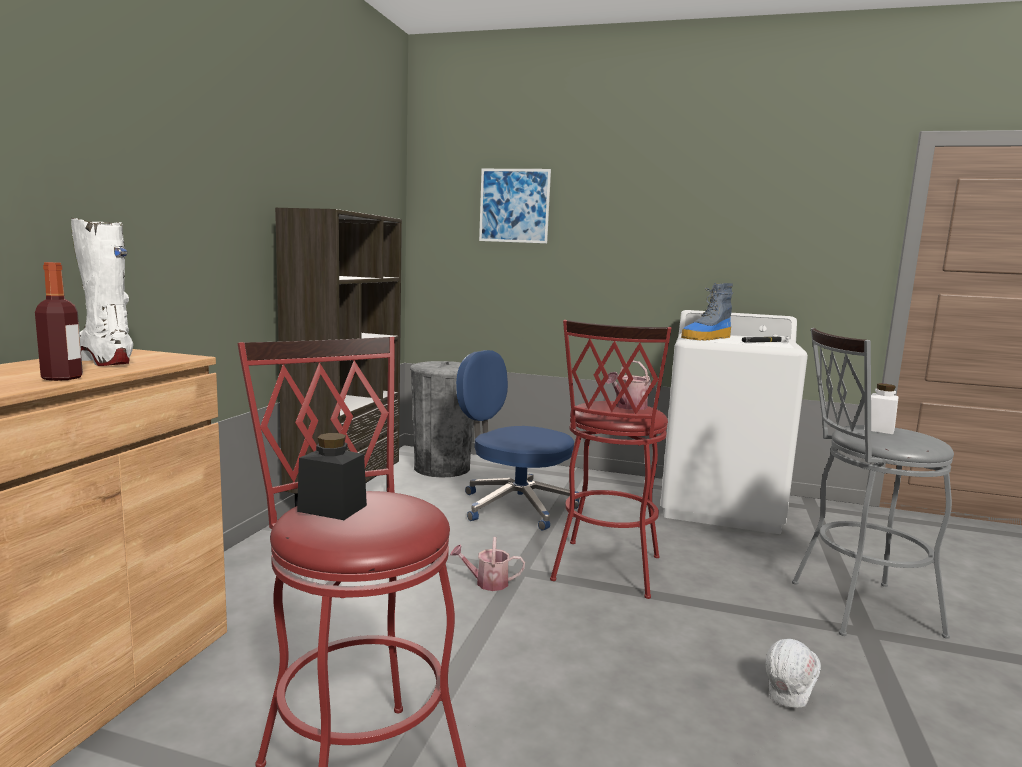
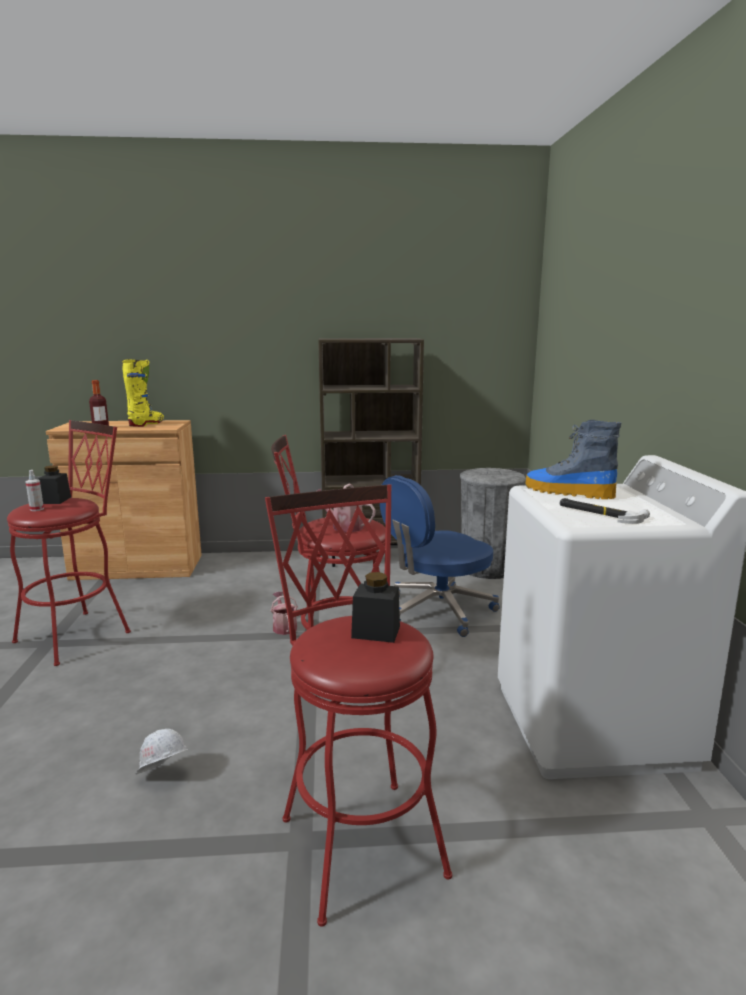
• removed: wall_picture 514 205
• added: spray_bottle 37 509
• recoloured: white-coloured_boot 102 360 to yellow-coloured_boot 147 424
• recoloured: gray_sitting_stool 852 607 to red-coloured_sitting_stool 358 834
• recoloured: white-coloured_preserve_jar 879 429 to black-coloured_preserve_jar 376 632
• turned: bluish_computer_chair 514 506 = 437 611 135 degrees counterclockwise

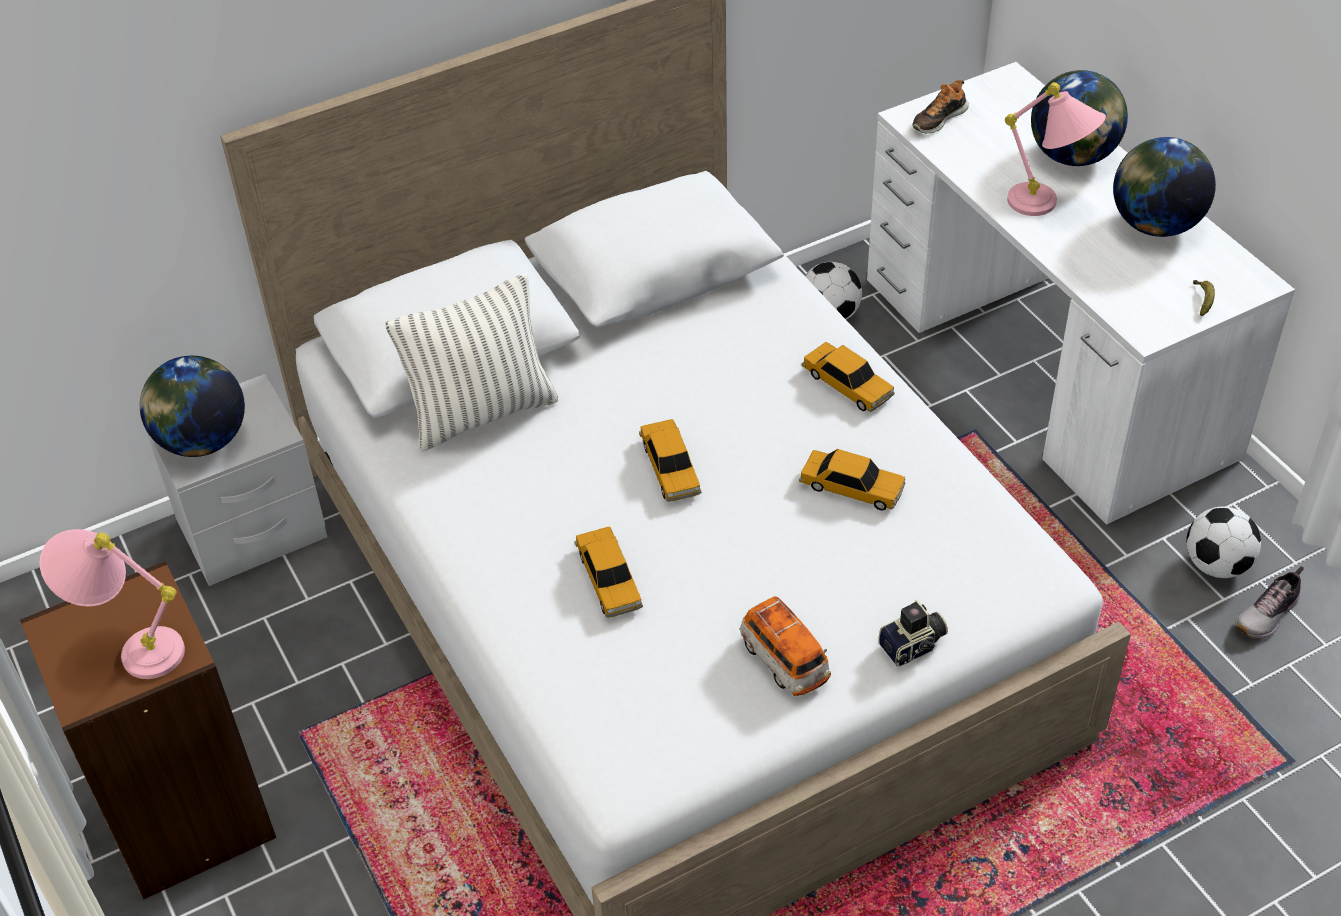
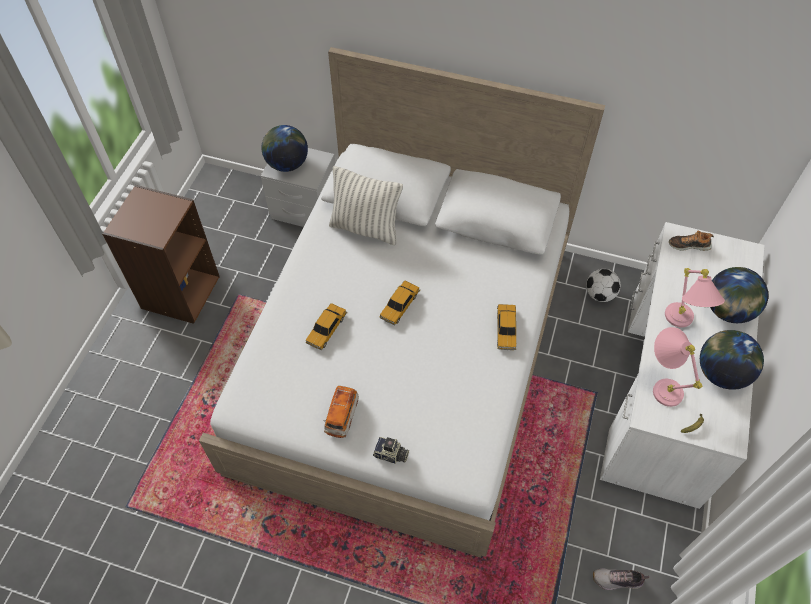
• removed: model_car 852 487
• removed: football 1216 565
• moved: pinkish_tabletop_lamp 132 649 to 660 384

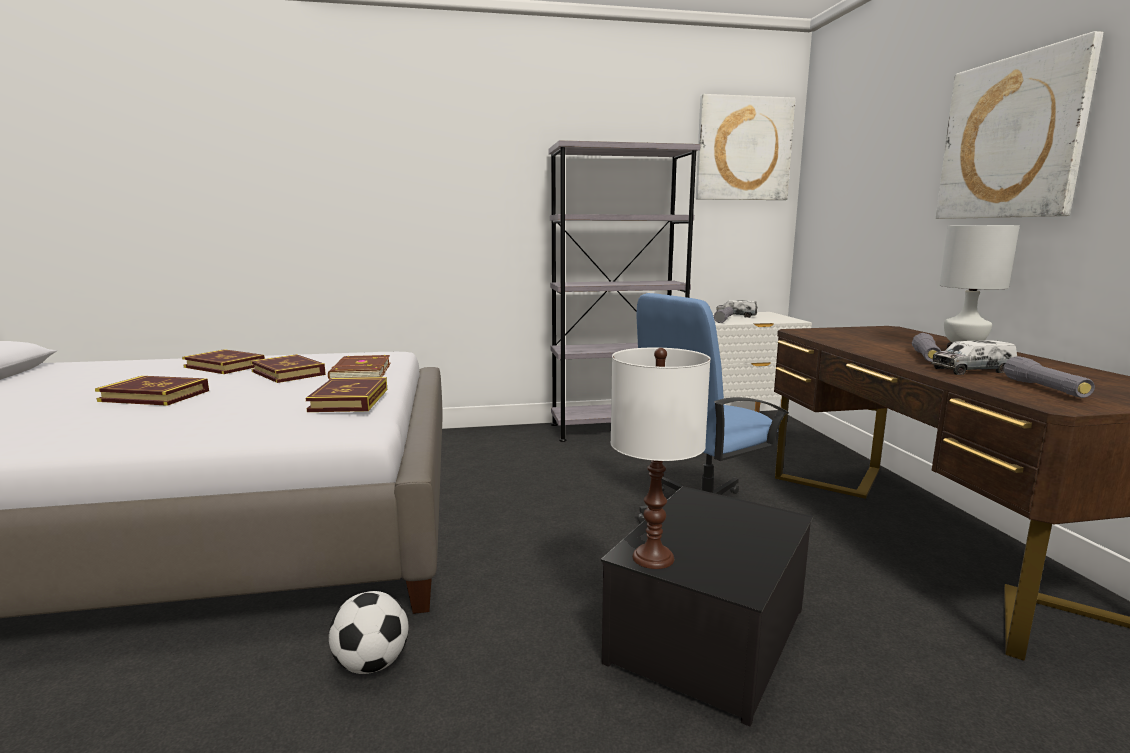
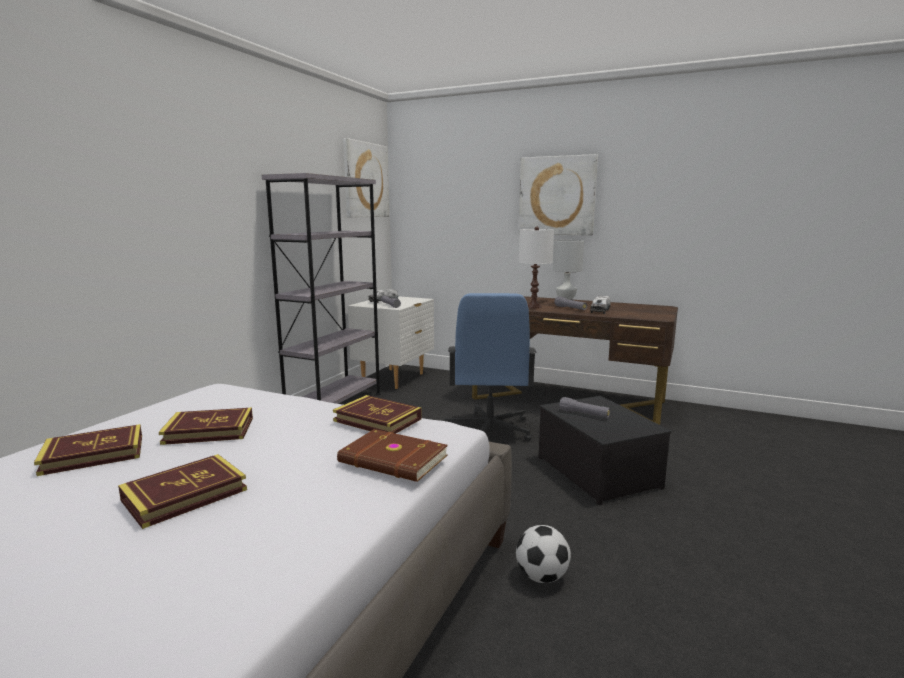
• moved: brown_volume 359 371 to 393 460
• moved: white-coloured_tabletop_lamp 652 558 to 533 307
• moved: gray_torch 1044 389 to 584 414

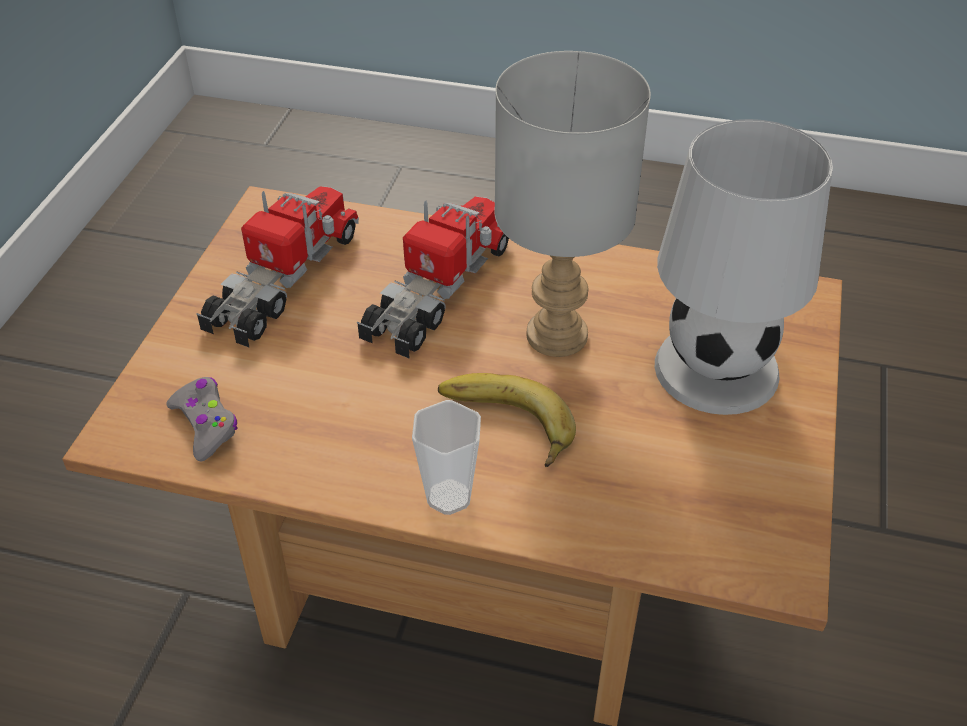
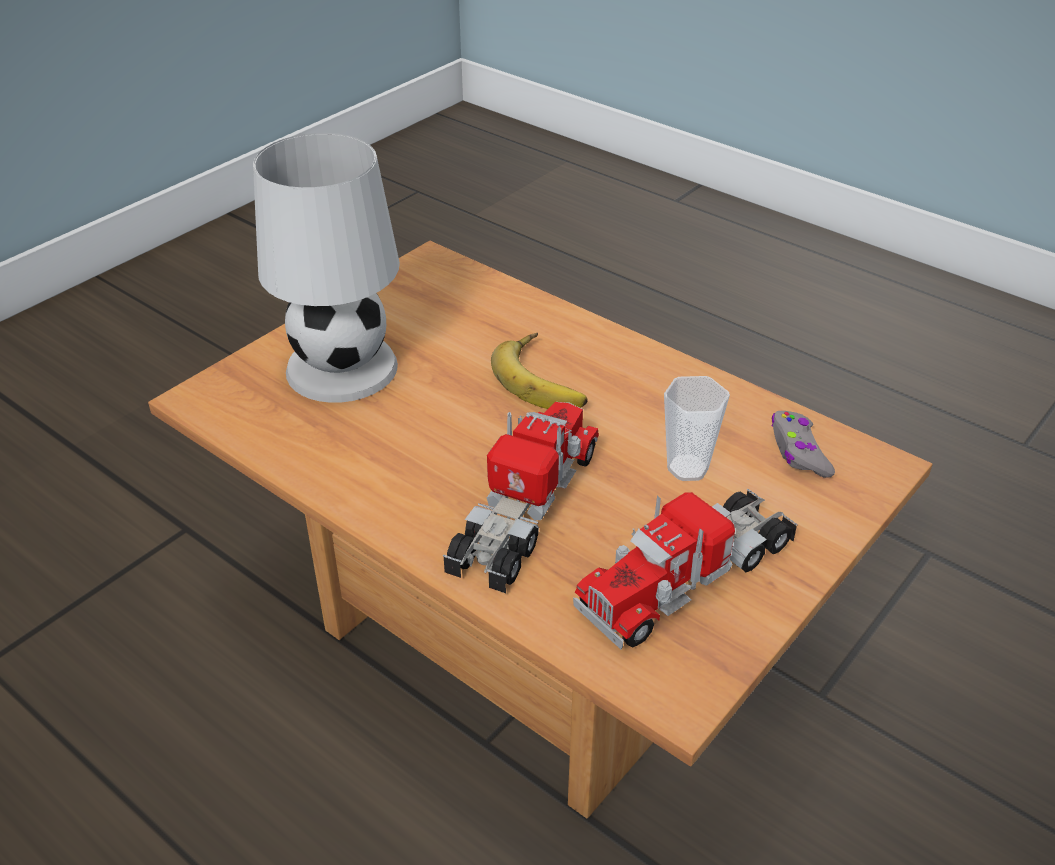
• removed: gray_tabletop_lamp 559 336
• moved: small_cup 449 497 to 687 468
• turned: toy_lorry 438 290 = 525 509 150 degrees clockwise

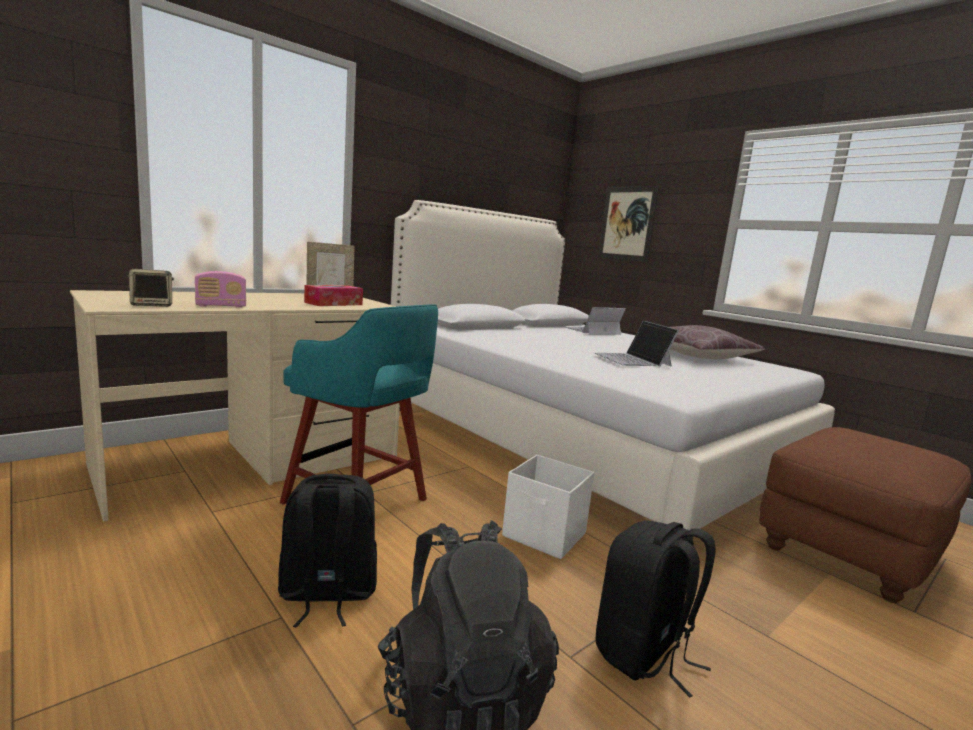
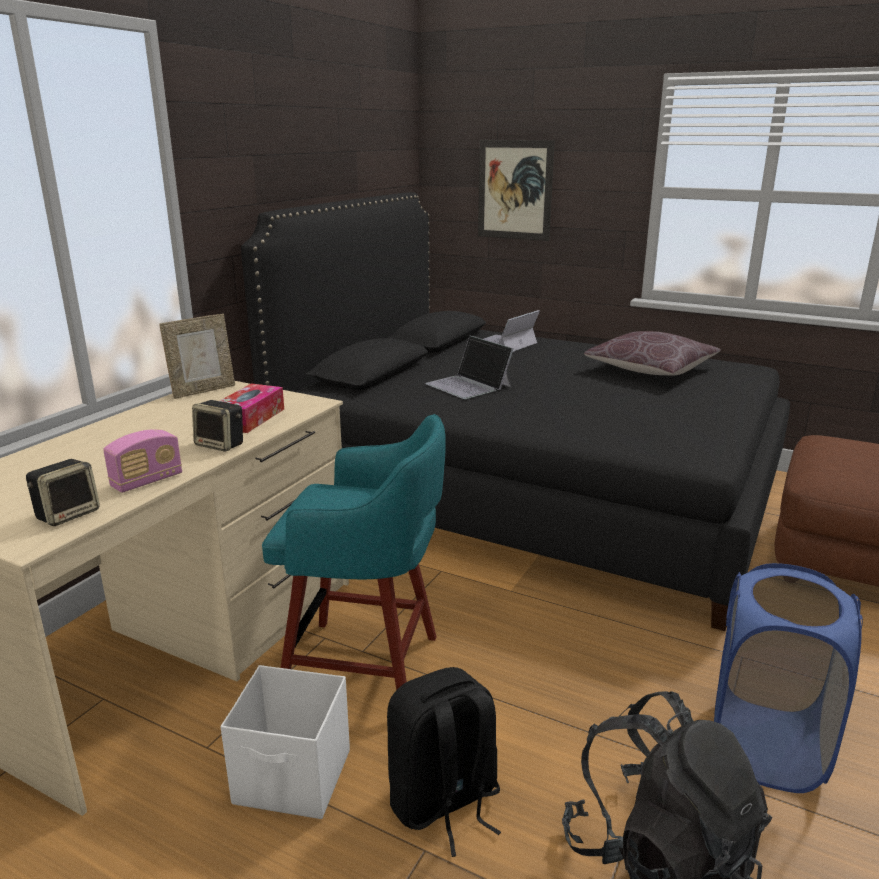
• added: speaker 221 445
• moved: white-coloured_storage_bin 545 535 to 294 778
• moved: laptop 632 359 to 469 385
• replaced: black-coloured_knapsack 643 653 to bluish_washing_basket 765 746
• recoloured: white-coloured_bedroom_bed 581 441 to black-coloured_bedroom_bed 529 492

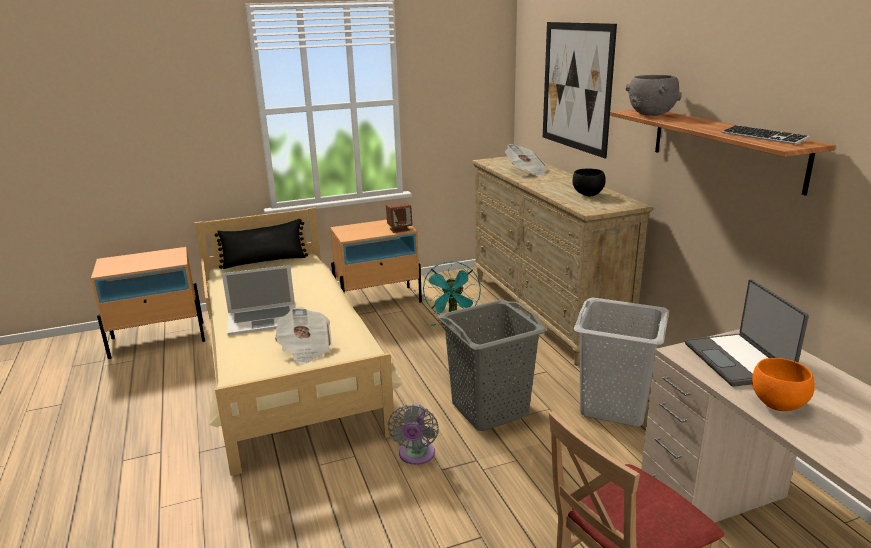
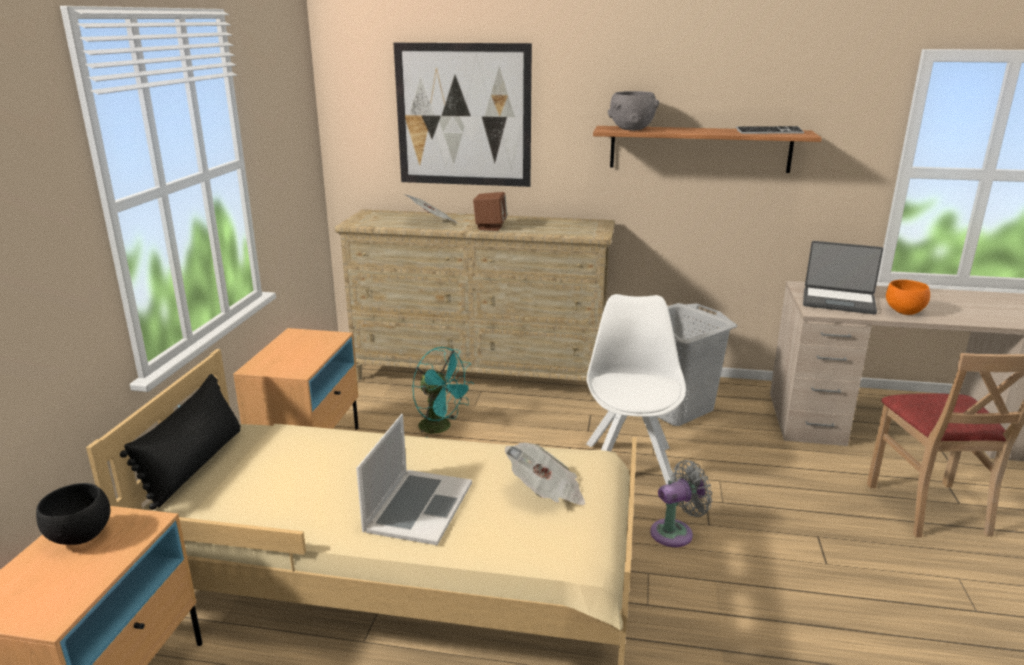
• moved: brown_speaker 399 229 to 490 227
• moved: black-coloured_deep_dish 588 194 to 81 537
• replaced: gray_washing_basket 490 409 to white-coloured_upright_chair 629 465
• turned: gray_fan 416 455 = 675 532 60 degrees counterclockwise

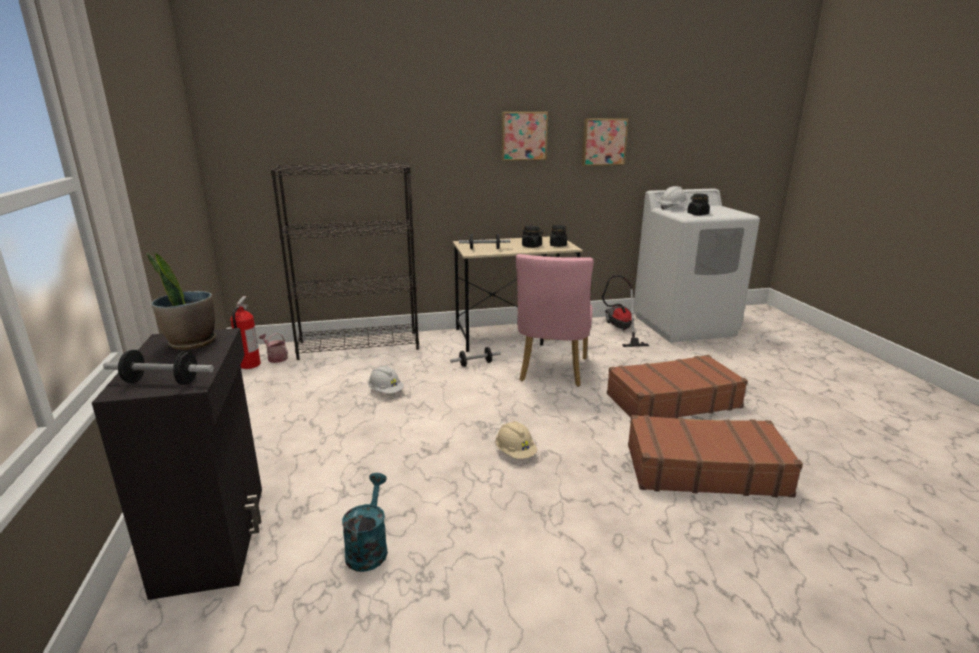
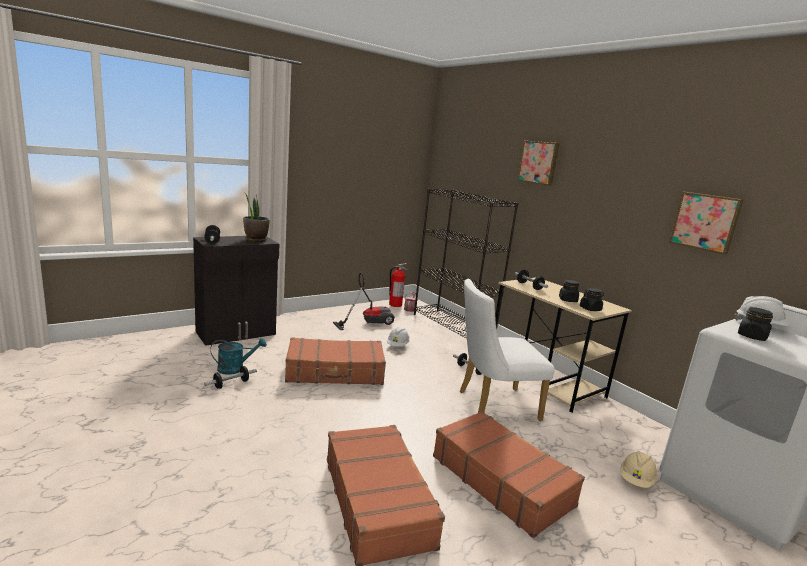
• added: hand_weight 231 384
• added: brown_suitcase 335 372
• moved: beige-coloured_work_helmet 515 453 to 636 480
• moved: wall_picture 523 136 to 539 162
• moved: vacuum_cleaner 620 330 to 368 322
• recoloured: pinkish_upright_chair 552 372 to white-coloured_upright_chair 492 405

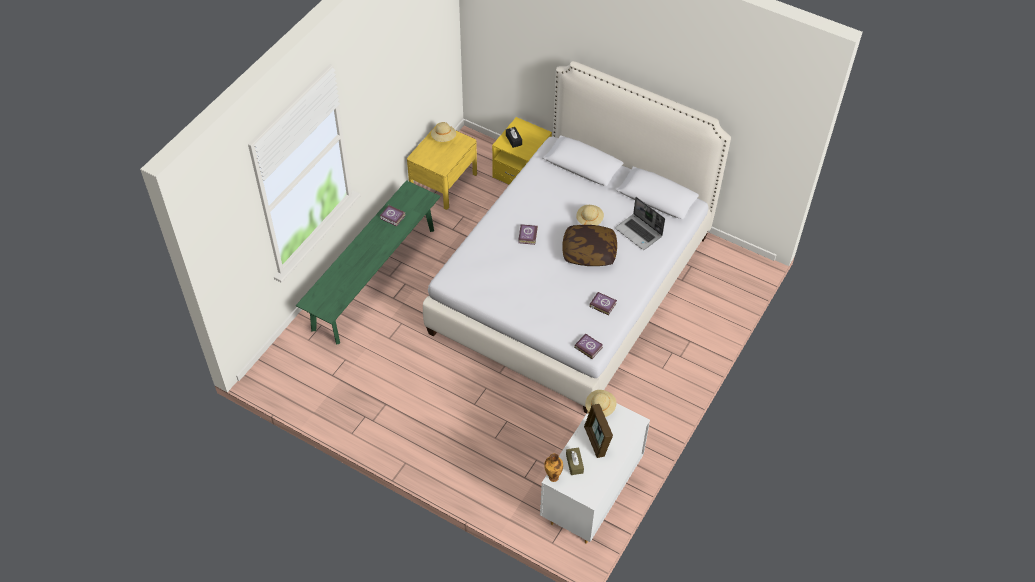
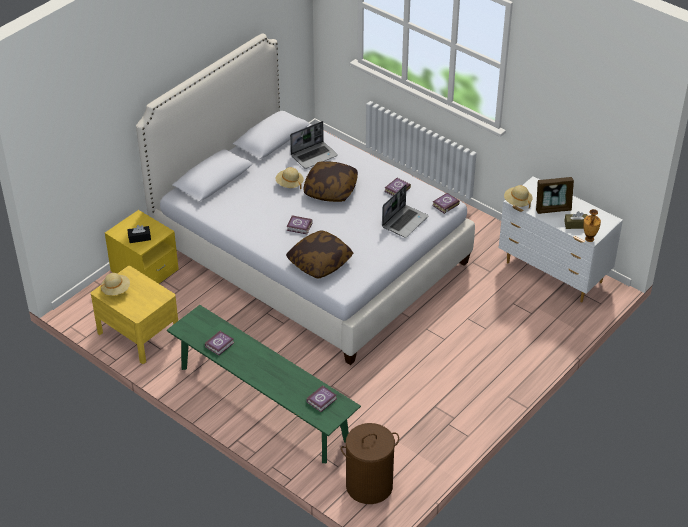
• added: pillow 320 262
• added: volume 322 400
• added: brown_washing_basket 369 486
• added: laptop 405 221

